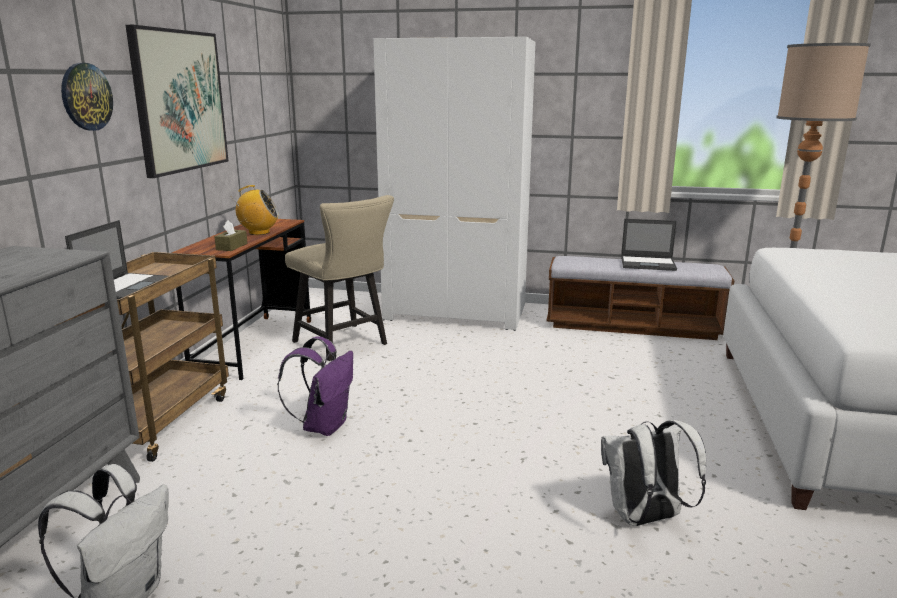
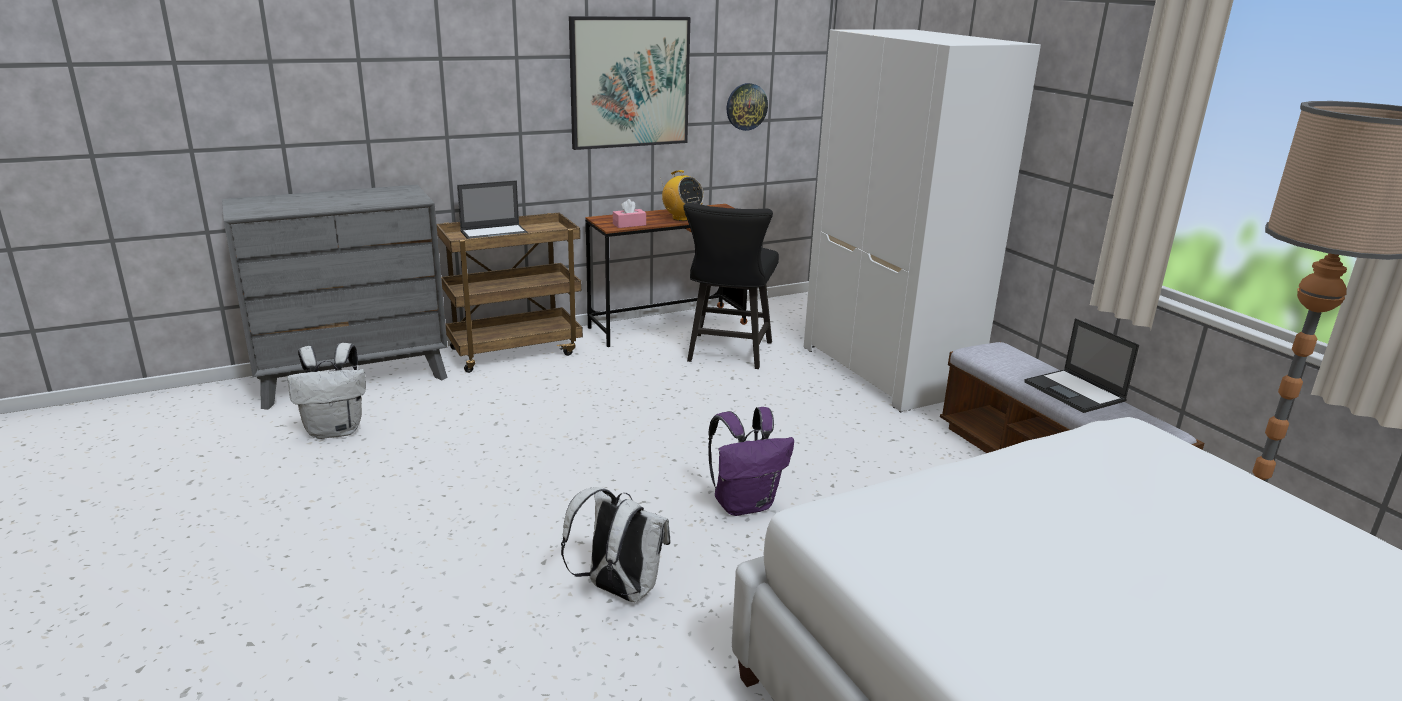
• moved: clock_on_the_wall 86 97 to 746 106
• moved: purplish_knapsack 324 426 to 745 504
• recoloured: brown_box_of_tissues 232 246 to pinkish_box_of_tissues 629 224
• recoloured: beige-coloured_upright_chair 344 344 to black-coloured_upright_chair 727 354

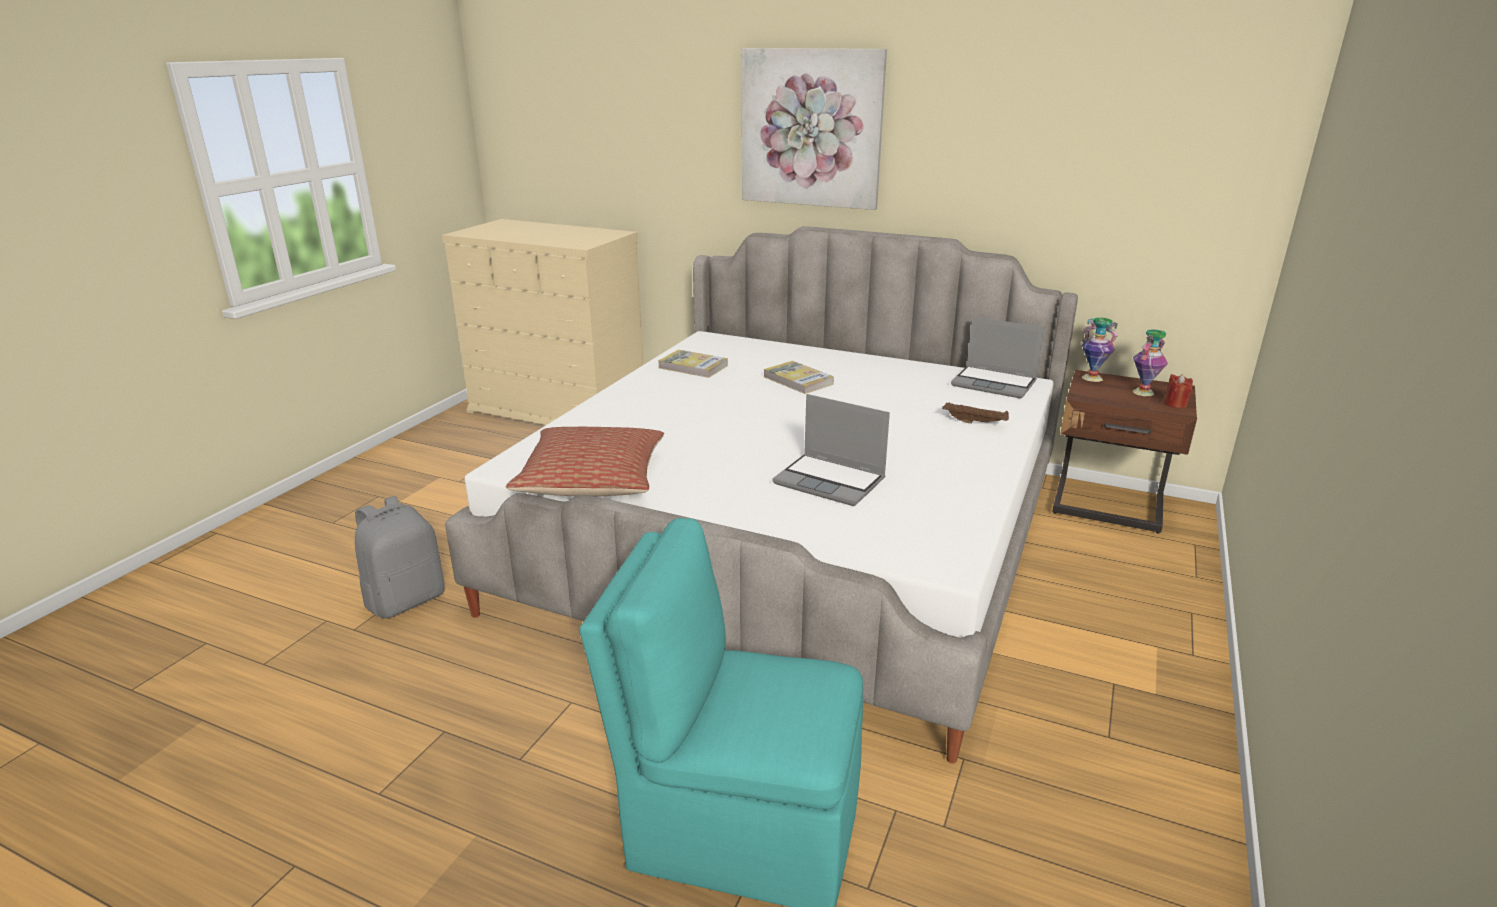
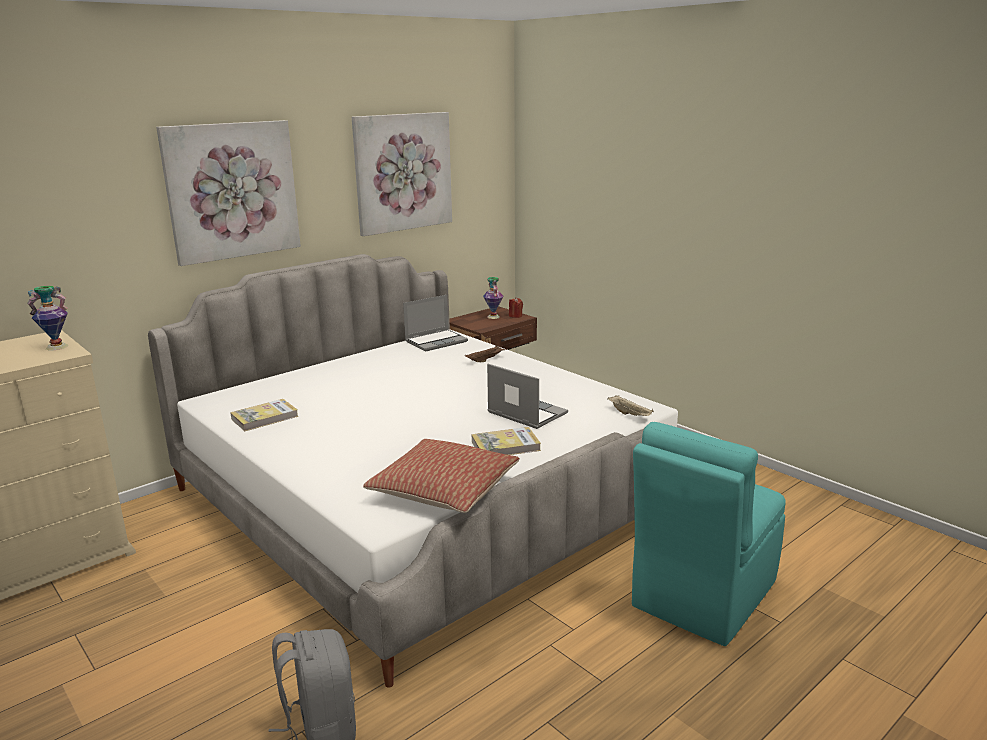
• added: wall_picture 403 172
• added: beige-coloured_tray 630 414
• moved: volume 798 380 to 505 446
• moved: flower_vase 1092 378 to 56 347
• turned: laptop 831 481 = 525 413 105 degrees counterclockwise

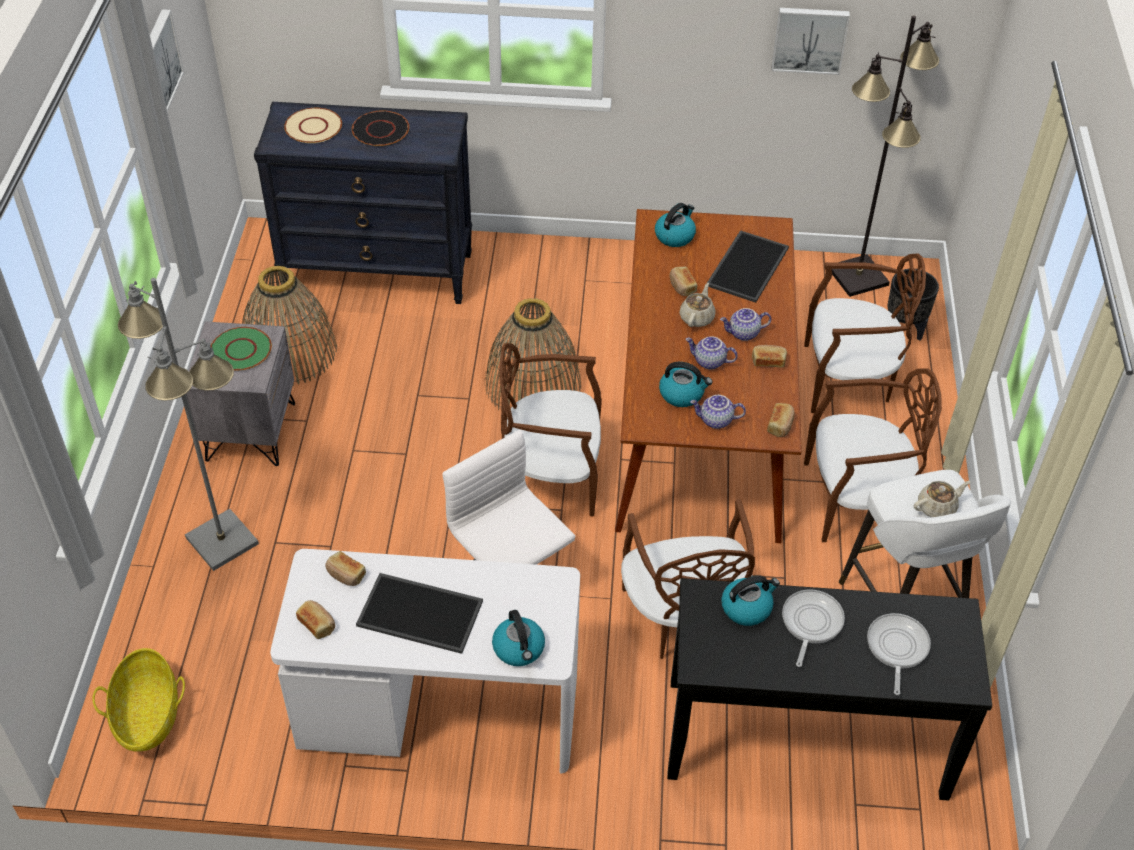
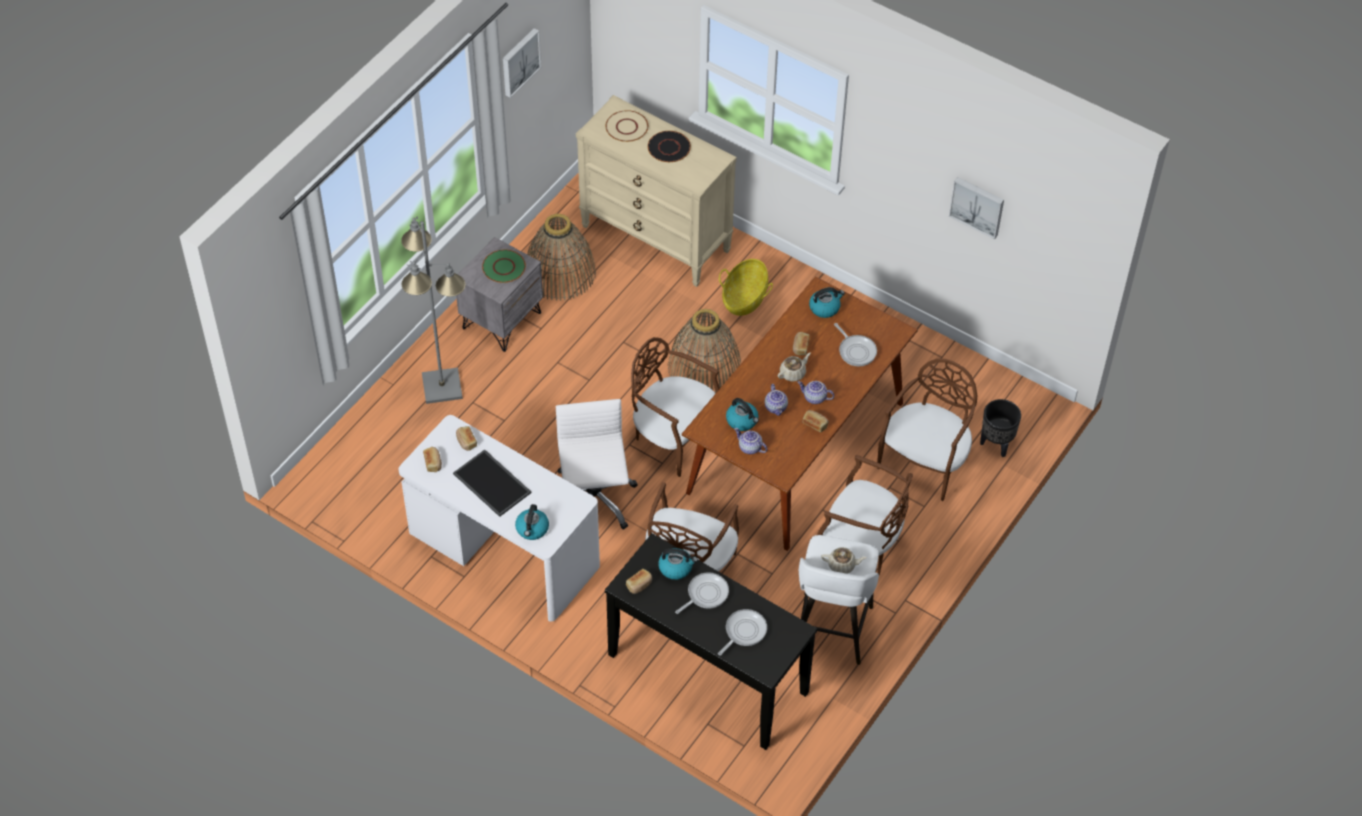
• removed: black-coloured_standard_lamp 859 277
• moved: basket 147 715 to 744 298
• moved: baked_bread 780 425 to 639 585
• replaced: tray 746 265 to frying_pan 856 351
• recoloured: black-coloured_chest_of_drawers 379 273 to beige-coloured_chest_of_drawers 656 238
• turned: teapot 709 362 = 776 407 150 degrees counterclockwise
• turned: brown_upright_chair 848 379 = 925 462 90 degrees counterclockwise

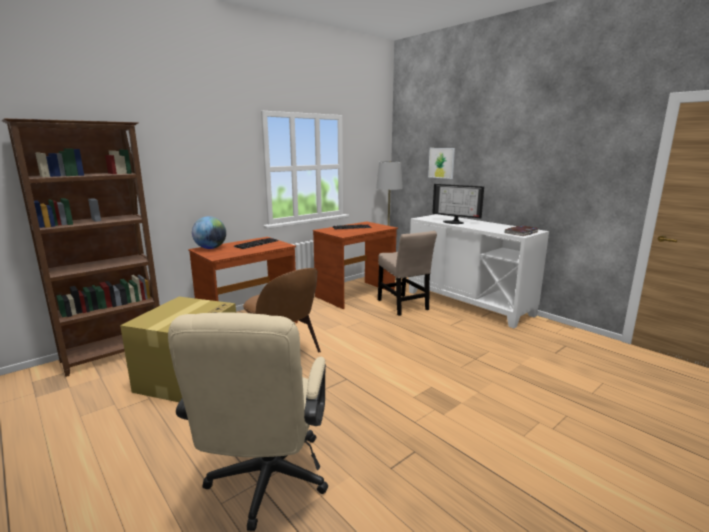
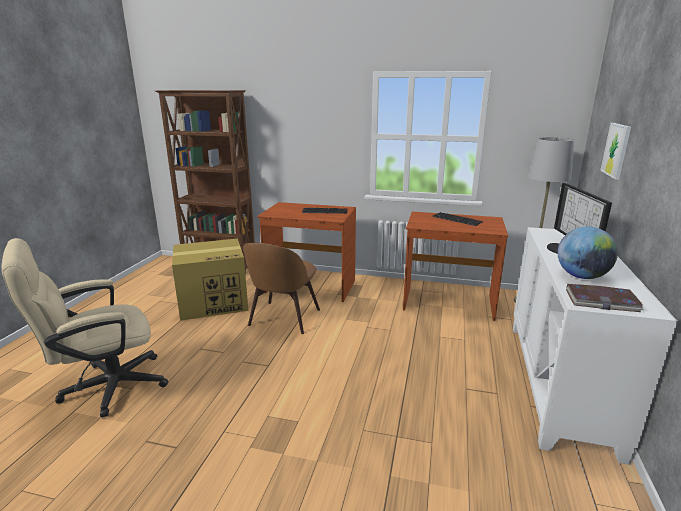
• removed: beige-coloured_upright_chair 403 306
• moved: world_globe 210 248 to 581 276

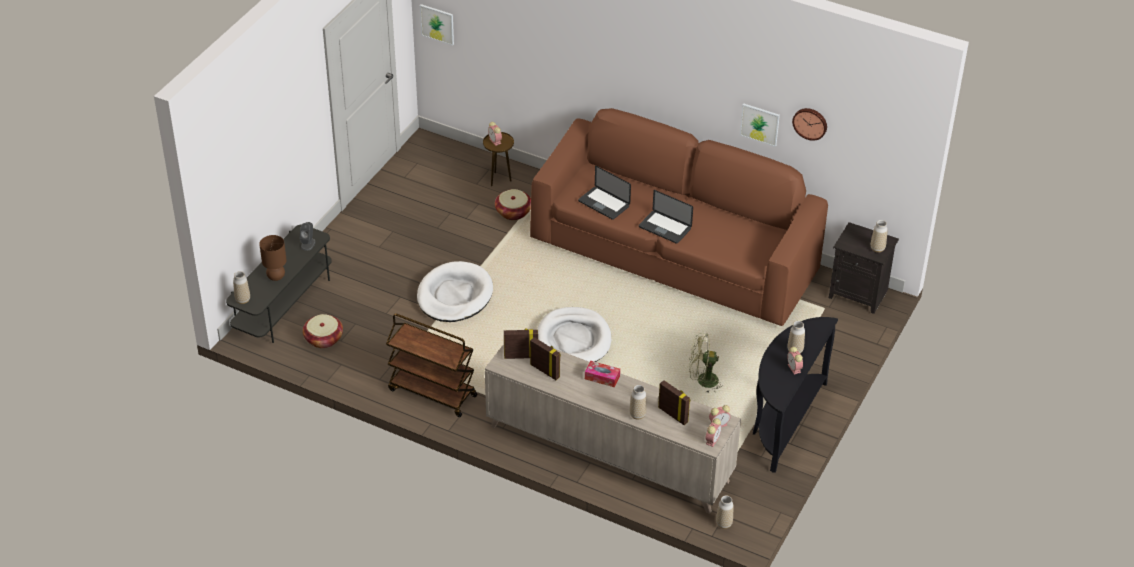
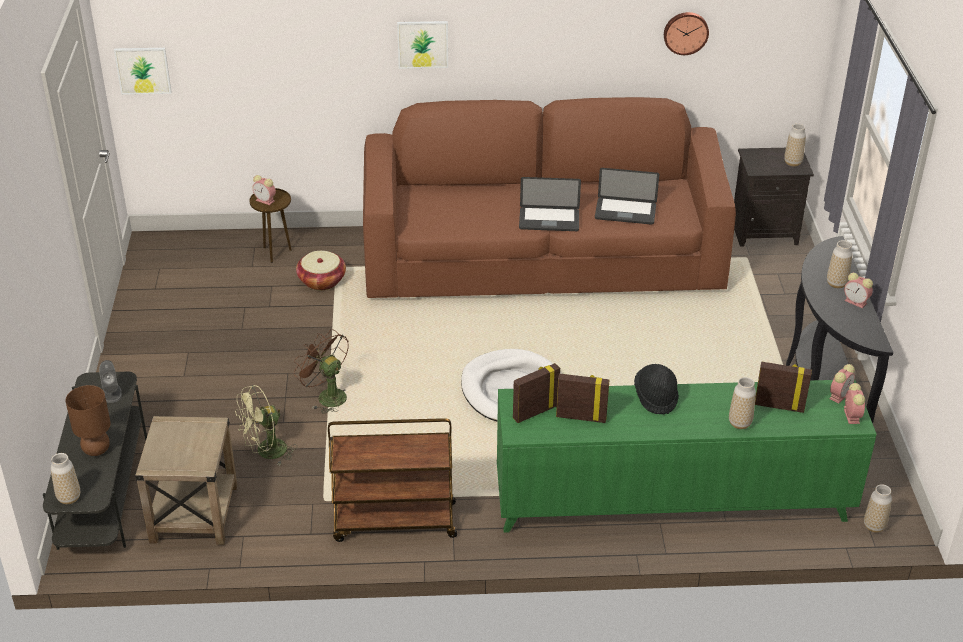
• moved: laptop 604 204 to 625 212
• moved: green_fan 702 381 to 266 453
• moved: wall_picture 760 124 to 422 44
• replaced: basket 323 339 to beige-coloured_side_table 194 513
• replaced: white-coloured_pet_bed 454 295 to brown_fan 327 396
• replaced: box_of_tissues 602 377 to black-coloured_wearable_hat 656 397
• recoloured: beige-coloured_cabinet 608 454 to green_cabinet 672 503

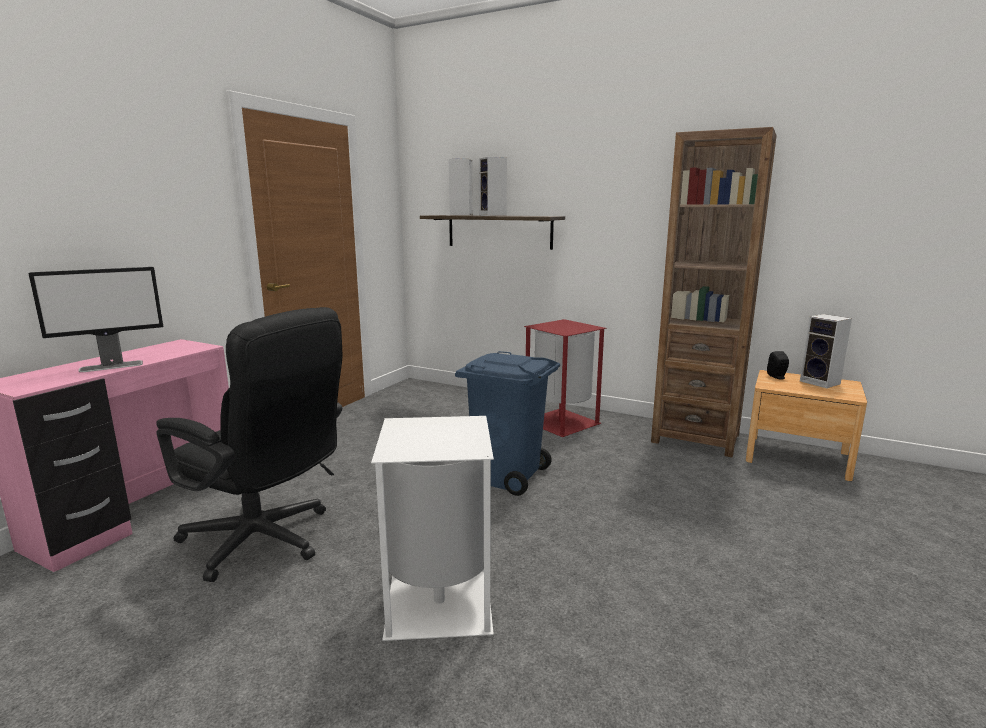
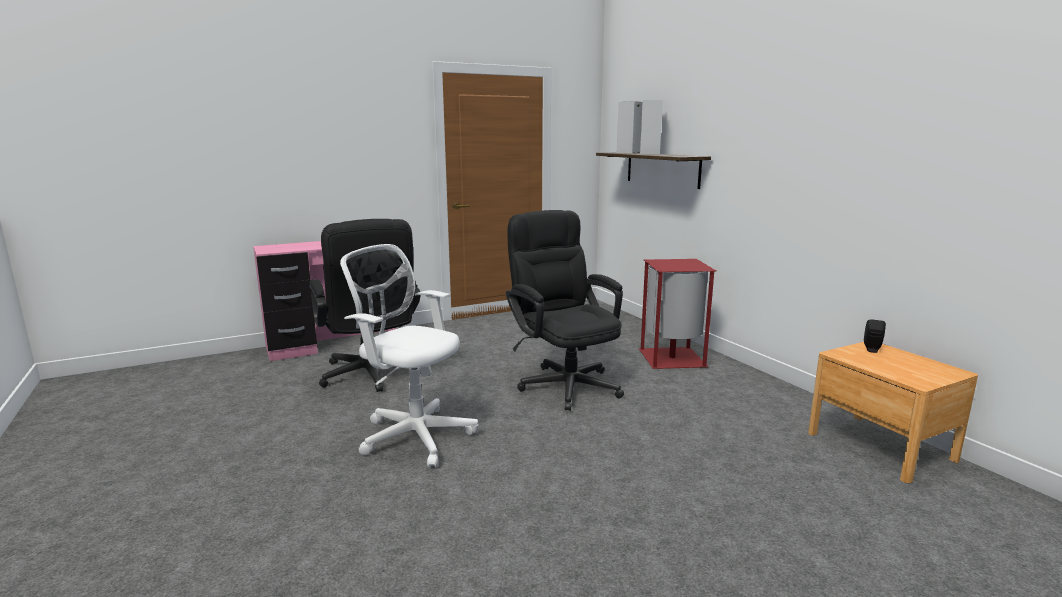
• removed: computer_display 112 366
• removed: brown_bookshelf 695 438
• removed: speaker 821 383
• replaced: white-coloured_waste_bin 437 600 to white-coloured_computer_chair 413 435
• replaced: bluish_waste_bin 507 475 to black-coloured_computer_chair 564 382

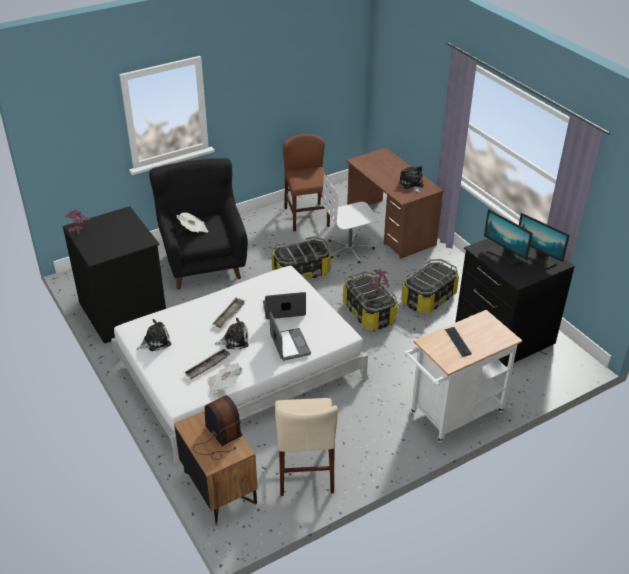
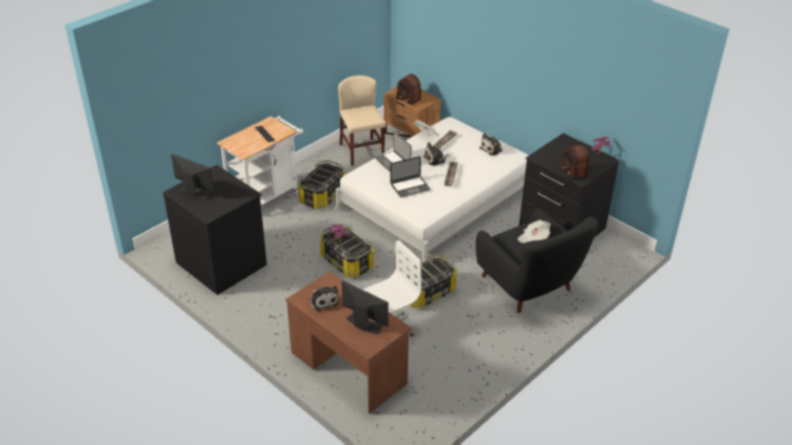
• removed: brown_upright_chair 307 217
• added: radio 576 169
• moved: storage_bin 429 298 to 322 195
• moved: computer_display 504 255 to 364 324

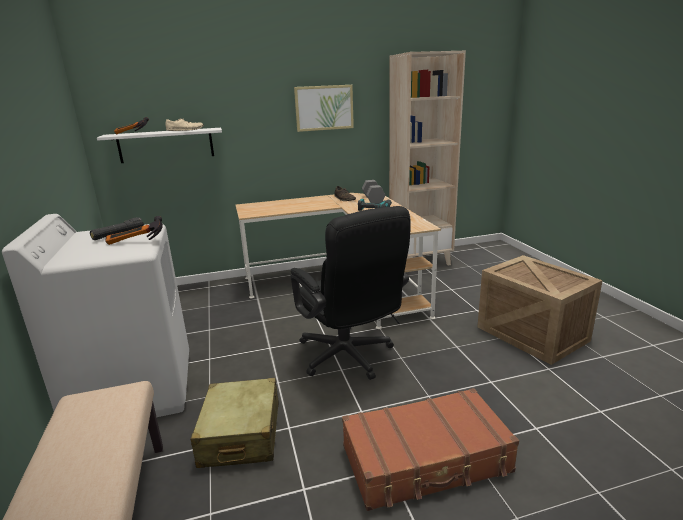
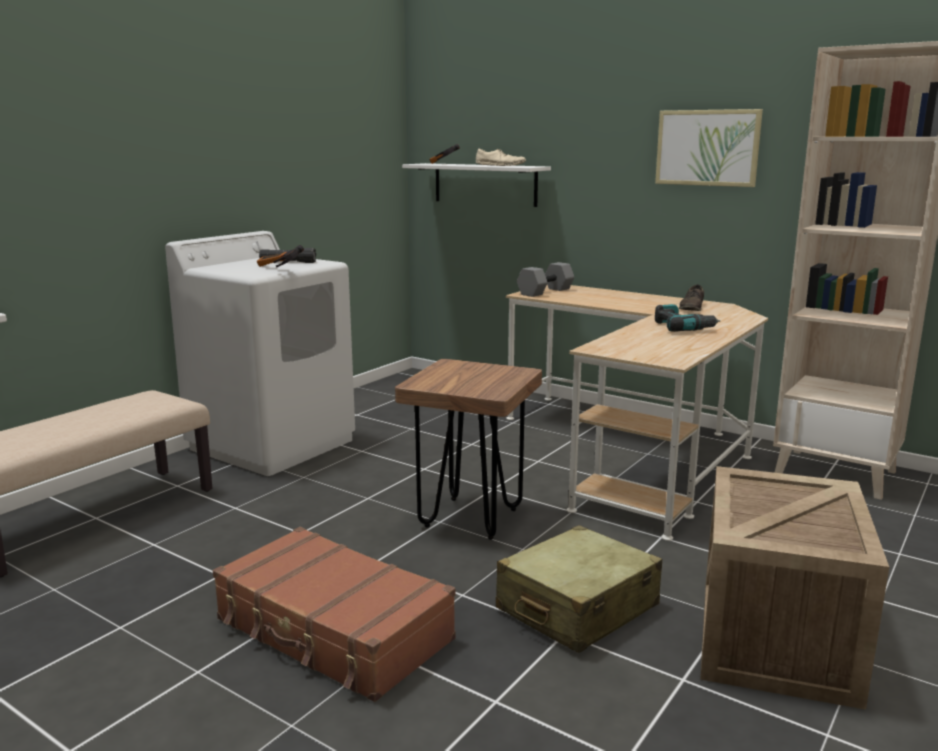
• moved: beige-coloured_suitcase 241 434 to 577 608
• moved: gray_hand_weight 373 199 to 545 292
• replaced: black-coloured_computer_chair 350 358 to brown_sitting_stool 470 518

